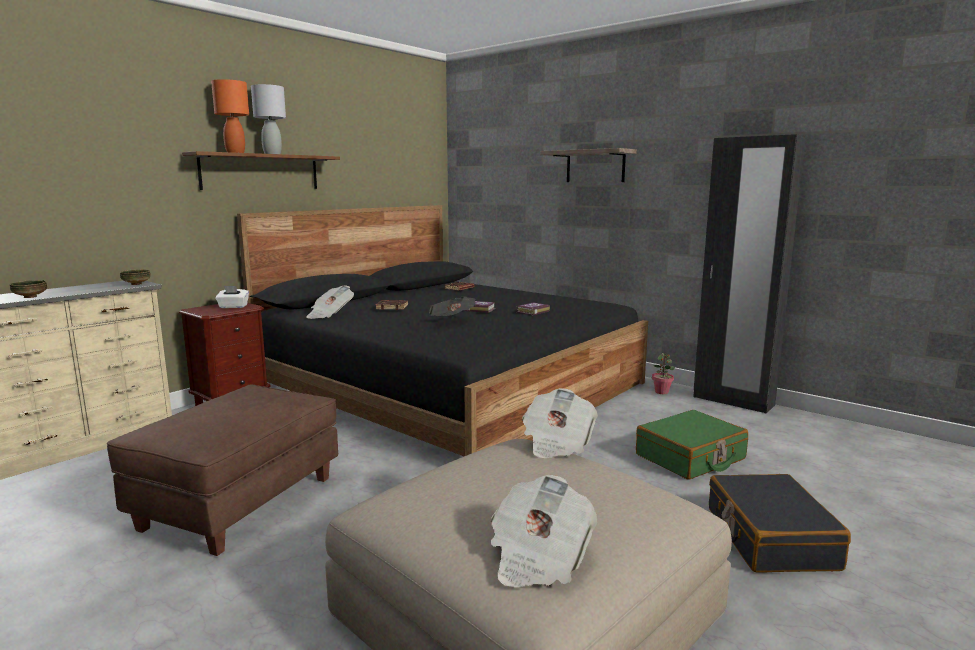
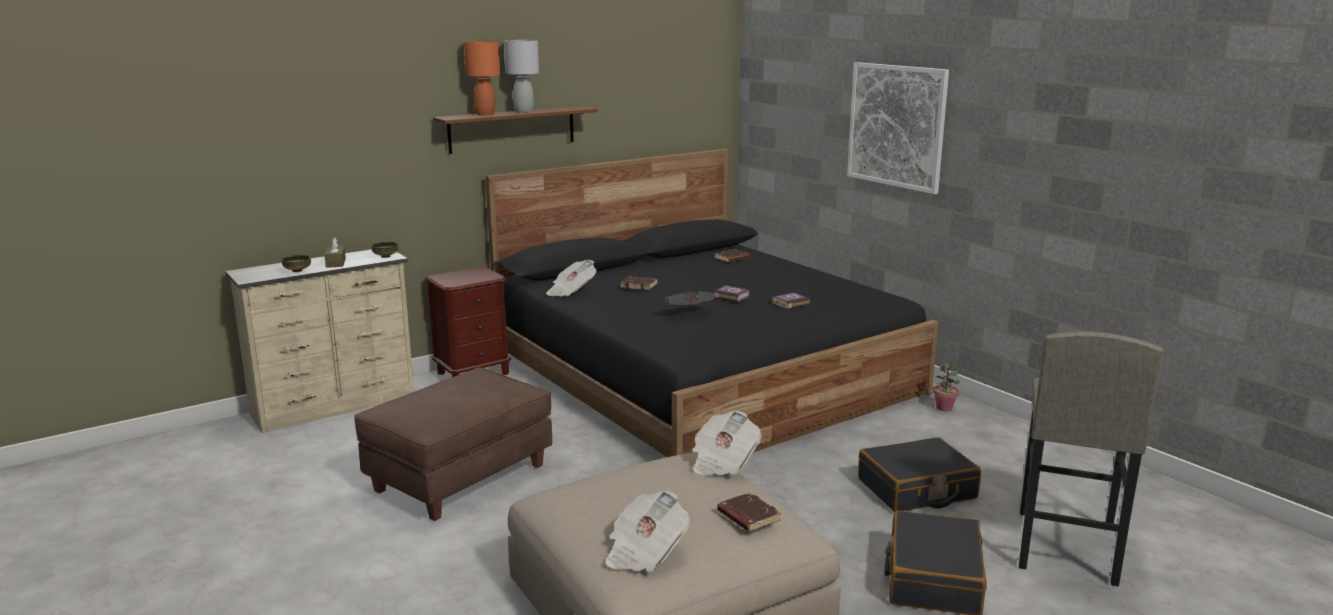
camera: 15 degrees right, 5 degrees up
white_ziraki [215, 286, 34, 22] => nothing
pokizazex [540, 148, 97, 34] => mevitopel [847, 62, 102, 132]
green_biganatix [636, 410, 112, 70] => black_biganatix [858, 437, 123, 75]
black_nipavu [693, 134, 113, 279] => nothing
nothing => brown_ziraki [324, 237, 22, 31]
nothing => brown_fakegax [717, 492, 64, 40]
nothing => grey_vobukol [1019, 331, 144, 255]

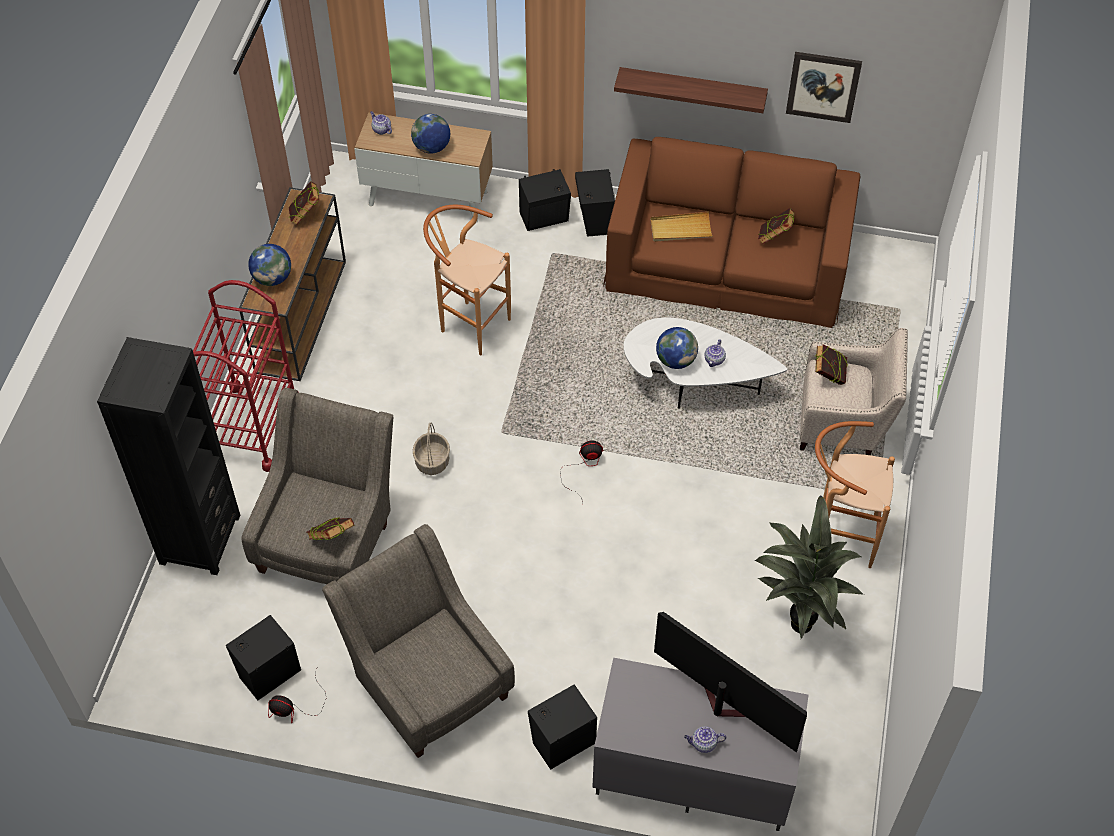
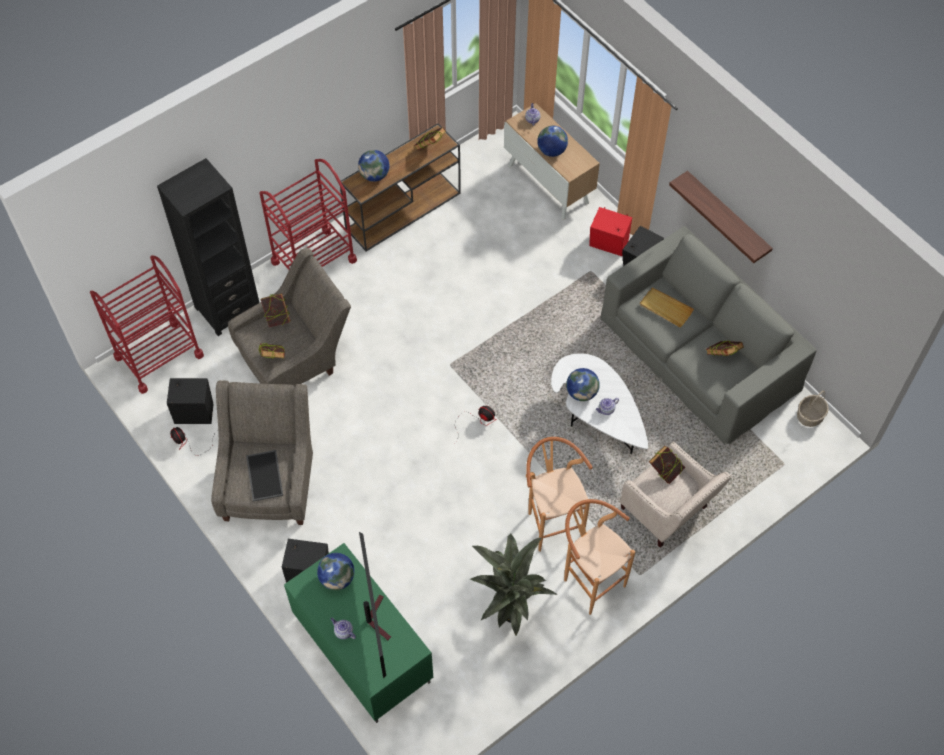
camera: 40 degrees right, 5 degrees up
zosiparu [413, 422, 37, 53] => zosiparu [797, 390, 32, 37], move
brown_vobukol [423, 205, 88, 151] => brown_vobukol [526, 437, 67, 115], move
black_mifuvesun [519, 169, 52, 62] => red_mifuvesun [589, 207, 43, 49]
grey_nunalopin [592, 658, 217, 173] => green_nunalopin [284, 543, 149, 180]
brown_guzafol [603, 137, 257, 191] => grey_guzafol [601, 226, 216, 219]
mevitopel [786, 52, 76, 71] => nothing
nothing => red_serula [90, 255, 114, 139]
nothing => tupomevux [246, 450, 37, 52]
nothing => fakegax [260, 293, 31, 34]
nothing => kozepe [317, 553, 38, 37]

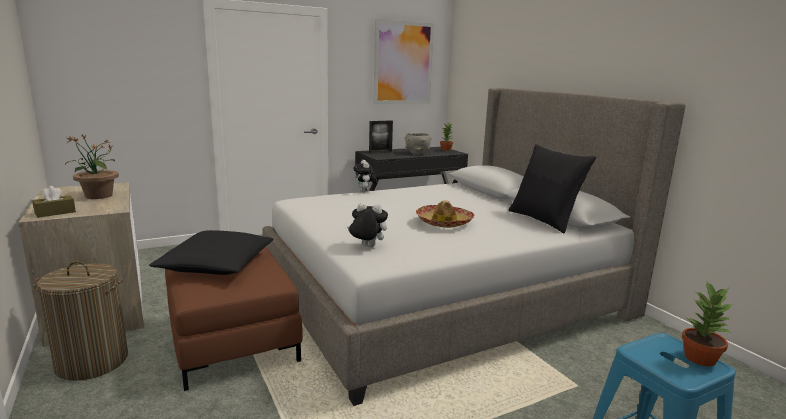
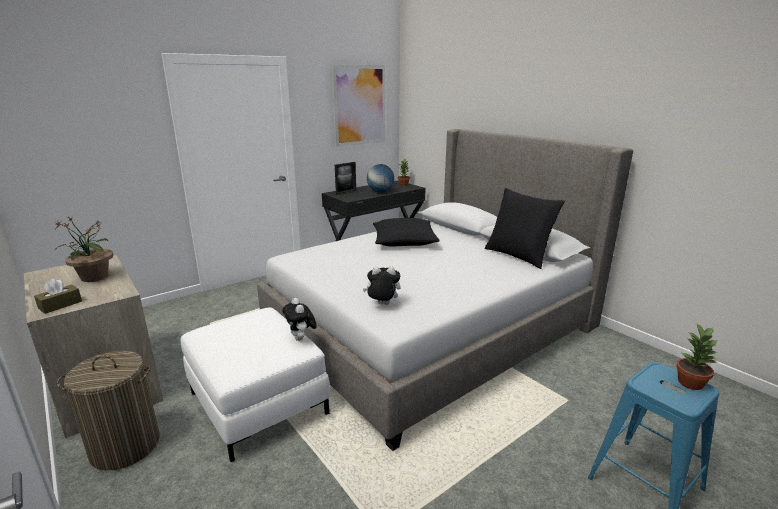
camera: 10 degrees left, 5 degrees up
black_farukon [149, 230, 125, 45] => black_farukon [373, 218, 66, 28], move
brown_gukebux [165, 247, 138, 144] => white_gukebux [181, 307, 149, 155]
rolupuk [353, 160, 24, 32] => rolupuk [282, 298, 35, 43], move
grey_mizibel [405, 133, 27, 22] => kozepe [367, 164, 27, 28]
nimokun [416, 200, 58, 28] => nothing

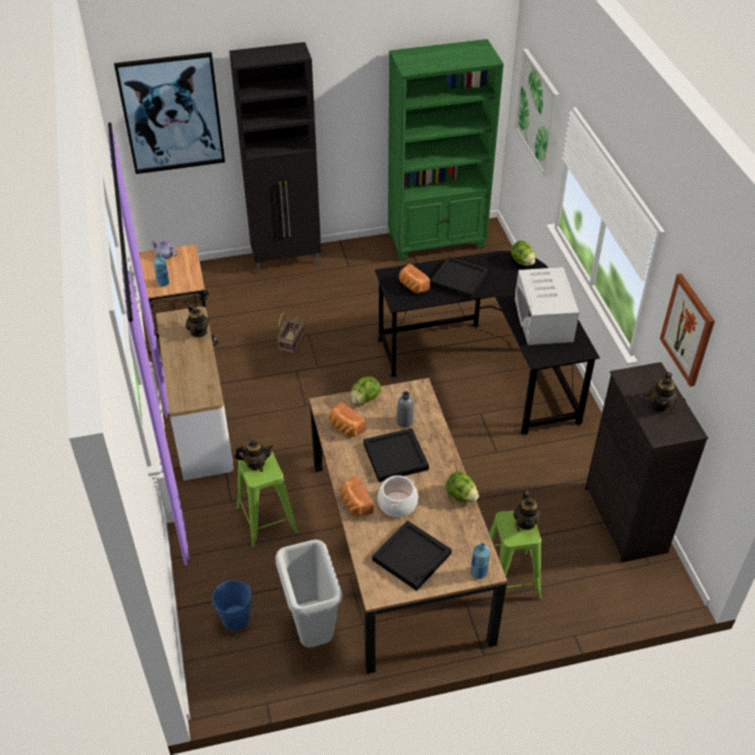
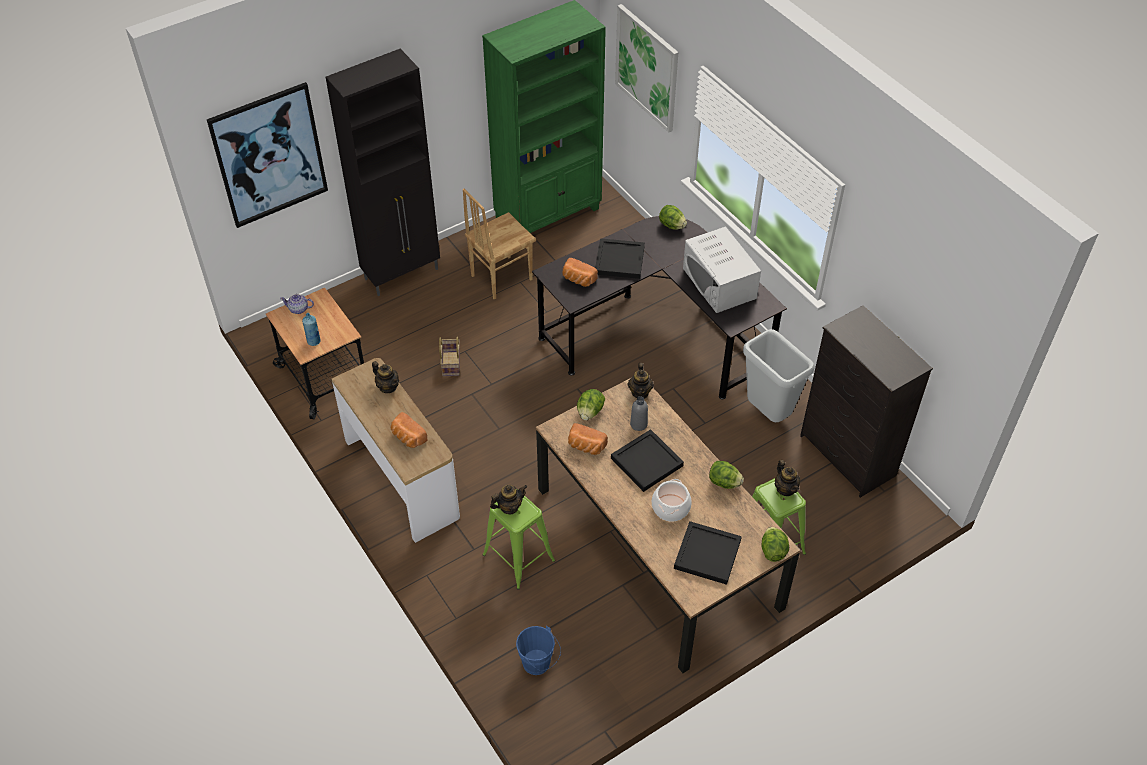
camera: 20 degrees left, 5 degrees up
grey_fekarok [275, 539, 68, 108] => grey_fekarok [743, 329, 72, 93], move
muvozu [340, 476, 34, 40] => muvozu [391, 412, 36, 36], move
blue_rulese [471, 543, 19, 36] => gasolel [761, 527, 28, 35]
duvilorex [649, 372, 29, 40] => duvilorex [627, 363, 27, 36], move
mevitopel [660, 273, 55, 114] => nothing
nothing => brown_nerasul [463, 189, 73, 111]

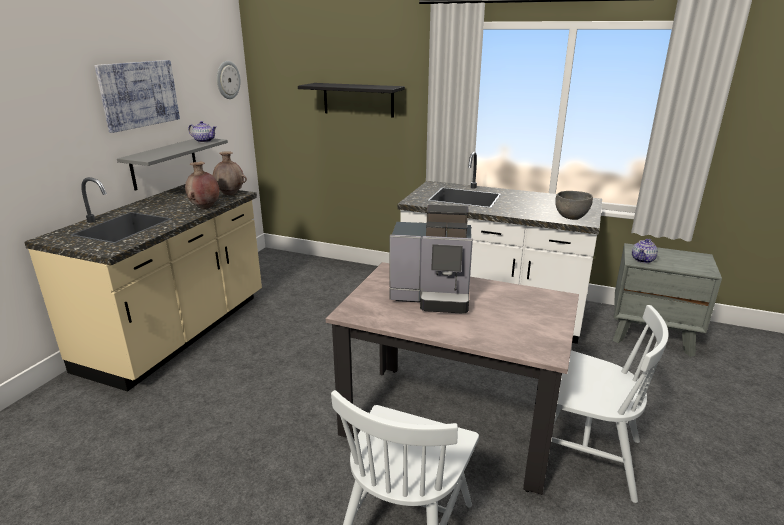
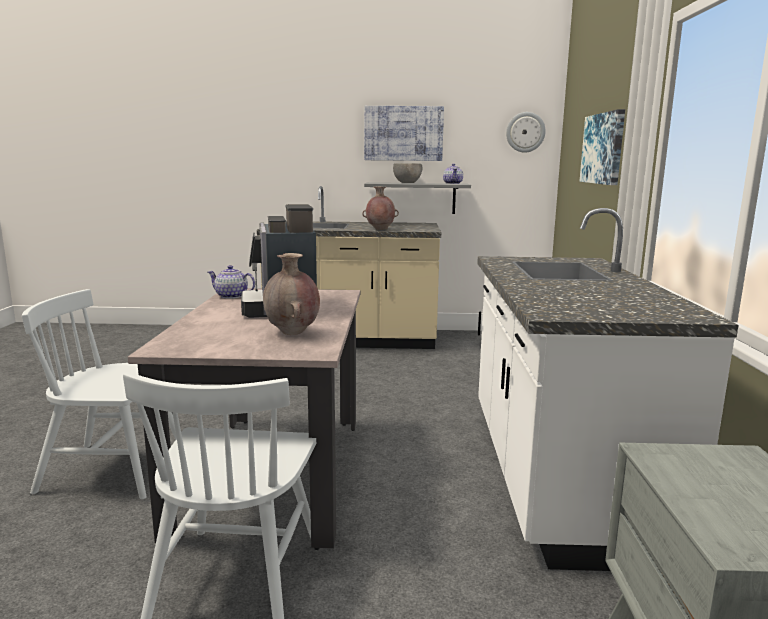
camera: 70 degrees right, 10 degrees down
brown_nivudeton [212, 151, 35, 44] => brown_nivudeton [263, 253, 57, 82], move
black_pokizazex [298, 83, 107, 34] => mevitopel [580, 109, 45, 76]
grey_mizibel [555, 191, 38, 29] => grey_mizibel [393, 163, 29, 20], move
duvilorex [632, 239, 26, 24] => duvilorex [208, 265, 47, 34], move

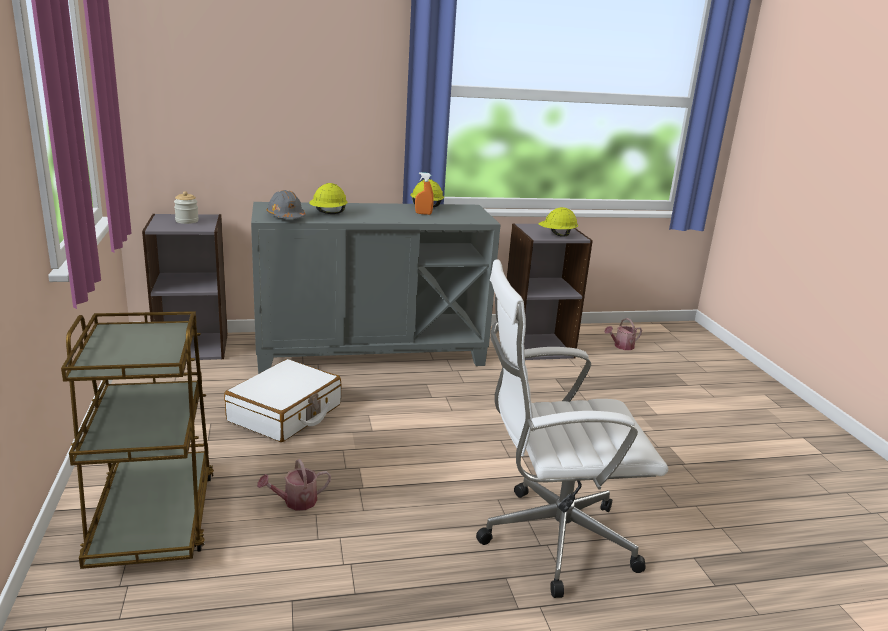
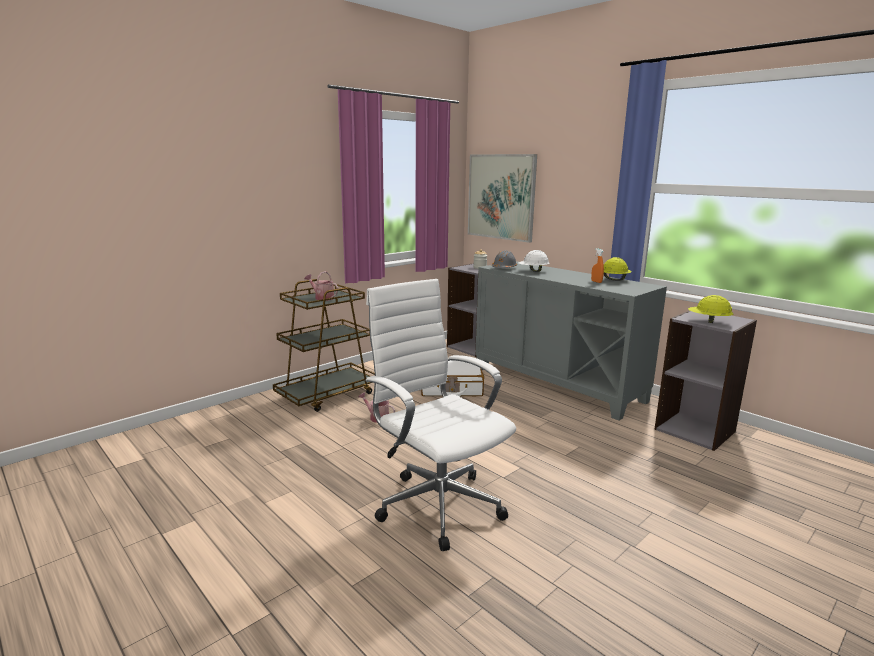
camera: 60 degrees right, 5 degrees down
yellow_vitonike [309, 183, 39, 31] => white_vitonike [519, 250, 31, 22]
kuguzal [604, 318, 38, 32] => kuguzal [305, 271, 33, 30], move
nothing => mevitopel [468, 154, 69, 89]

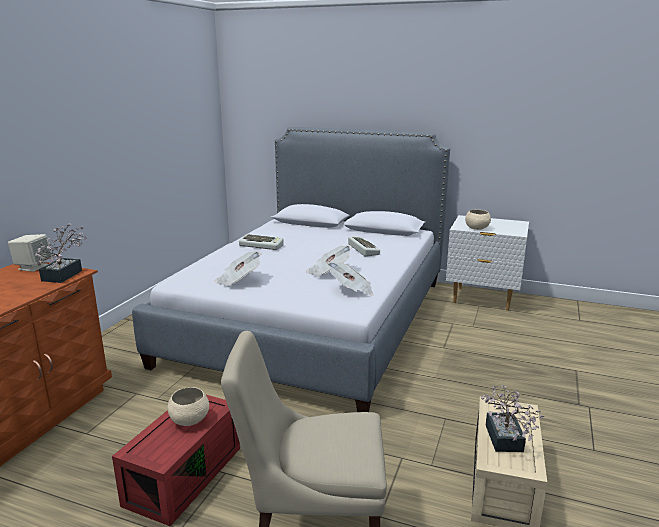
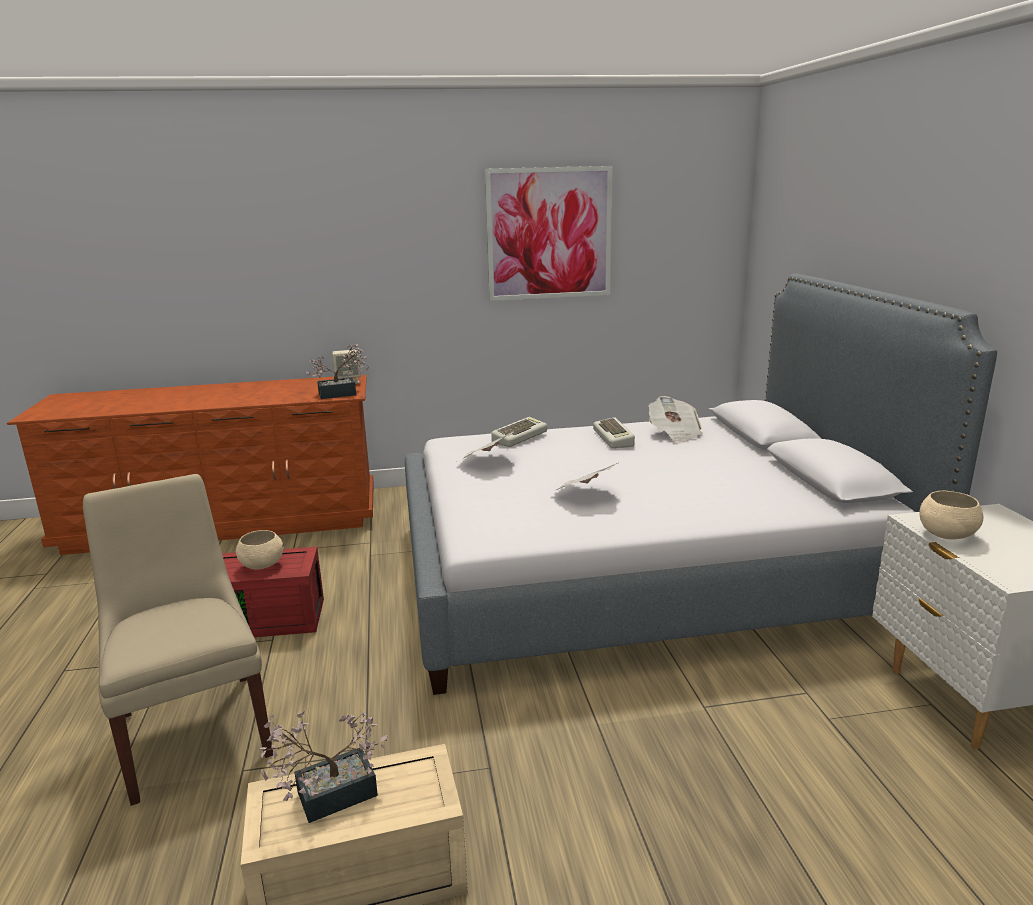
camera: 60 degrees right, 0 degrees up
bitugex [327, 262, 46, 33] => bitugex [648, 396, 55, 47], move
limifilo [348, 237, 32, 20] => limifilo [491, 417, 56, 30], move
nothing => mevitopel [485, 166, 127, 135]

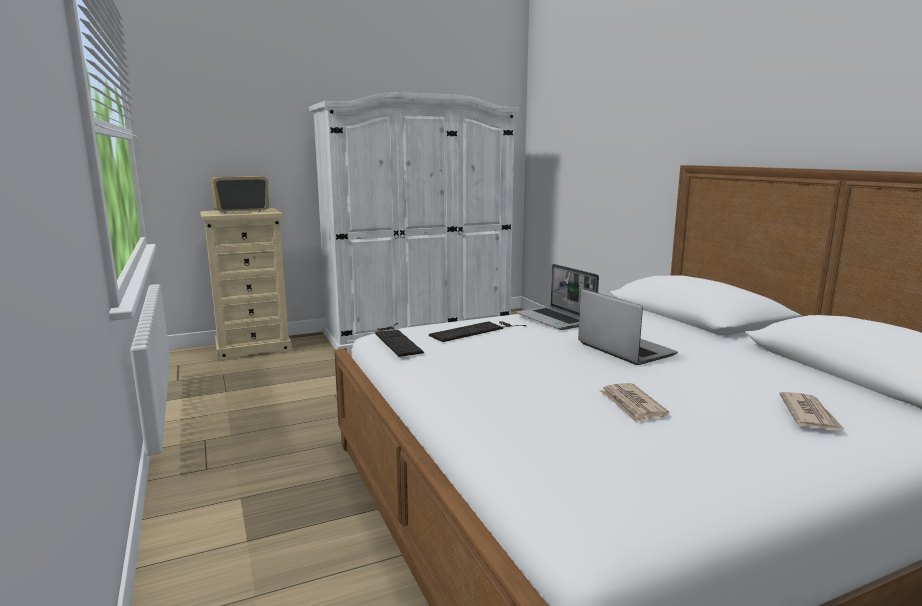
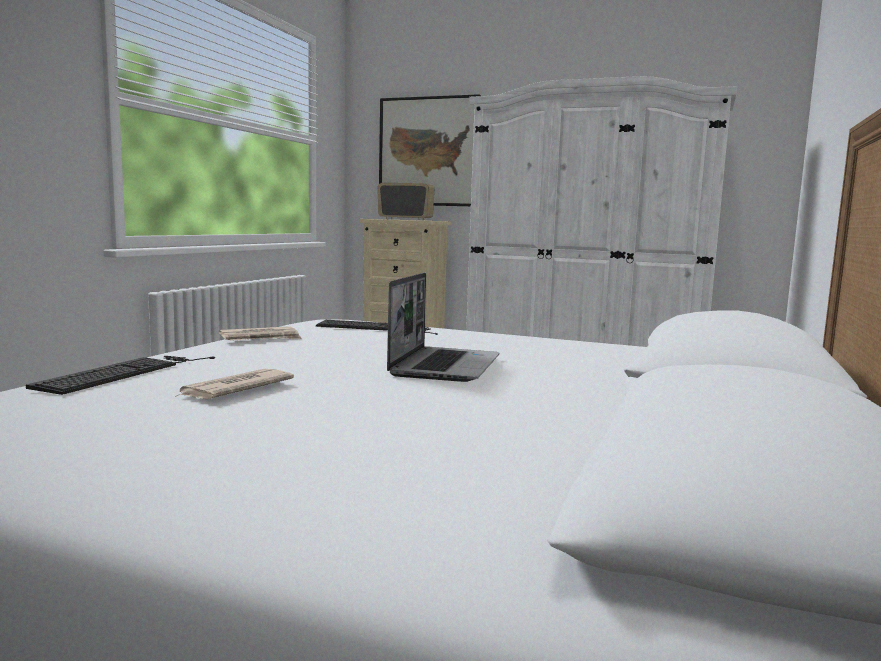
camera: 45 degrees right, 5 degrees down
limifilo [375, 323, 49, 34] => limifilo [26, 356, 189, 39], move
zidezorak [516, 264, 83, 66] => nothing
bitugex [779, 392, 65, 38] => bitugex [219, 326, 83, 15], move
nothing => mevitopel [379, 94, 102, 112]

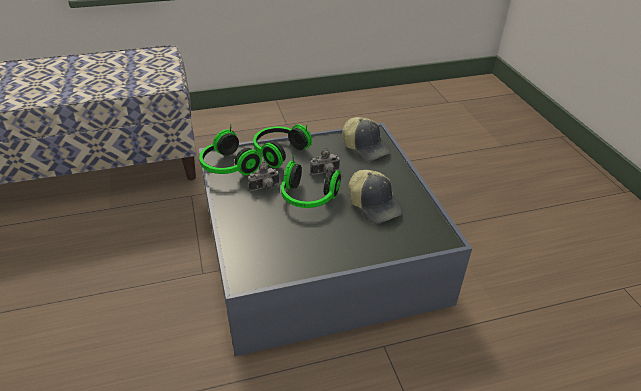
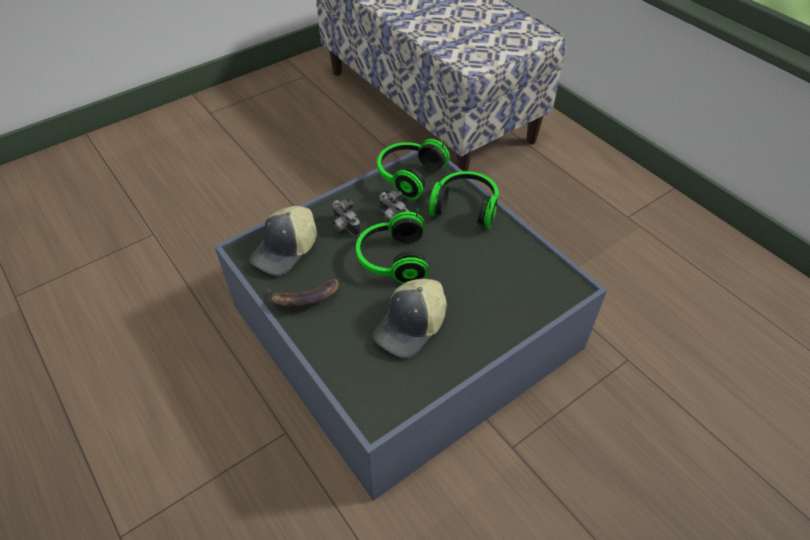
camera: 70 degrees right, 10 degrees up
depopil [310, 147, 30, 28] => depopil [332, 199, 29, 37], move
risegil [342, 117, 49, 45] => risegil [249, 206, 68, 70], move
nothing => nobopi [268, 279, 70, 28]

